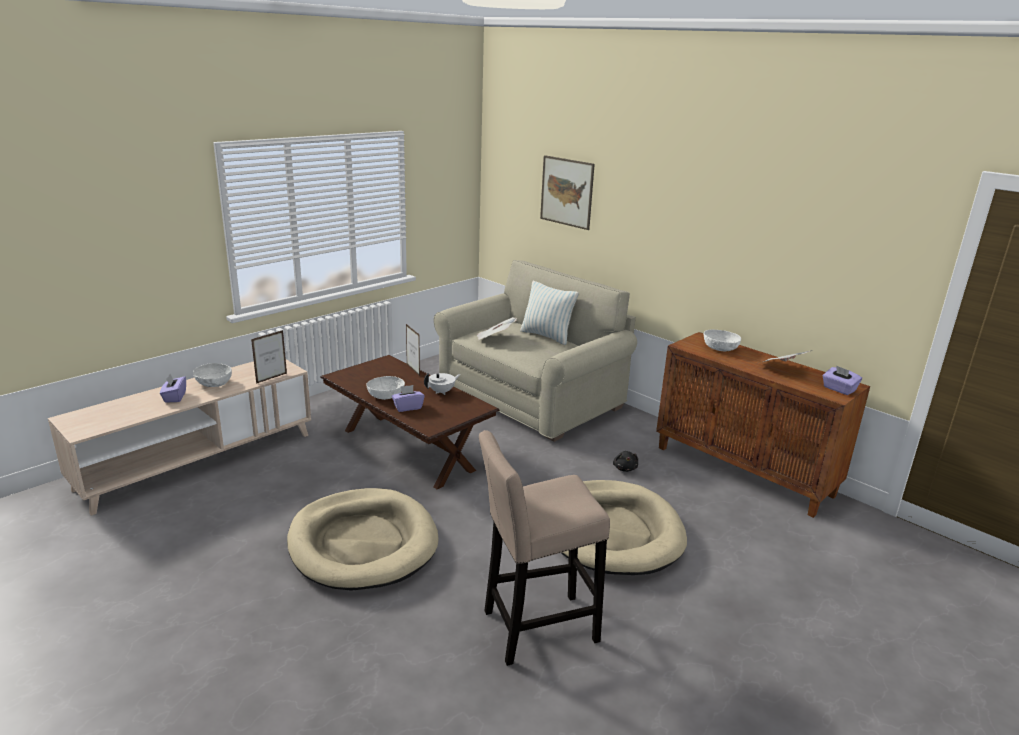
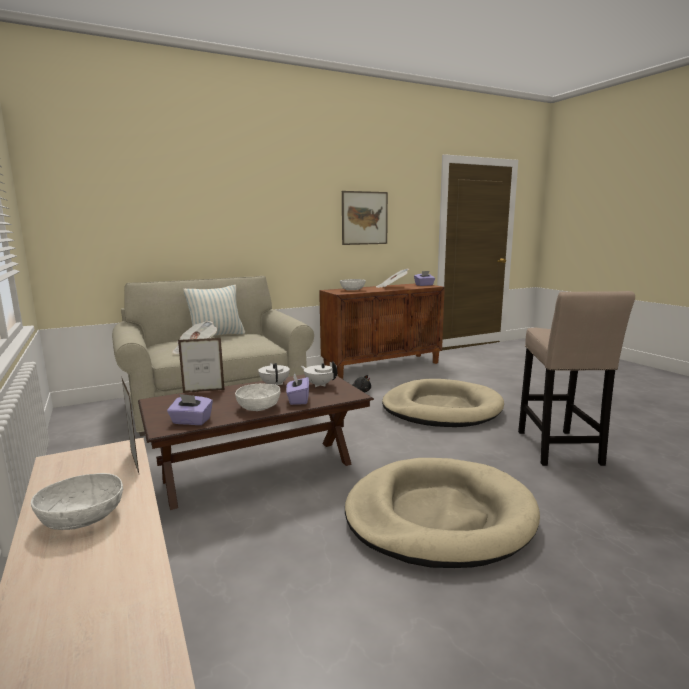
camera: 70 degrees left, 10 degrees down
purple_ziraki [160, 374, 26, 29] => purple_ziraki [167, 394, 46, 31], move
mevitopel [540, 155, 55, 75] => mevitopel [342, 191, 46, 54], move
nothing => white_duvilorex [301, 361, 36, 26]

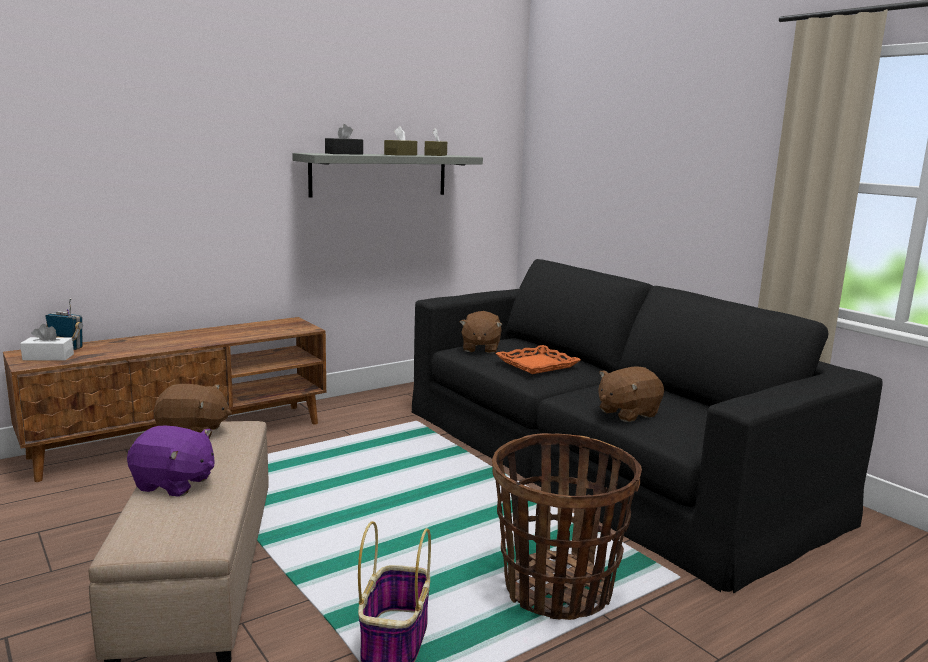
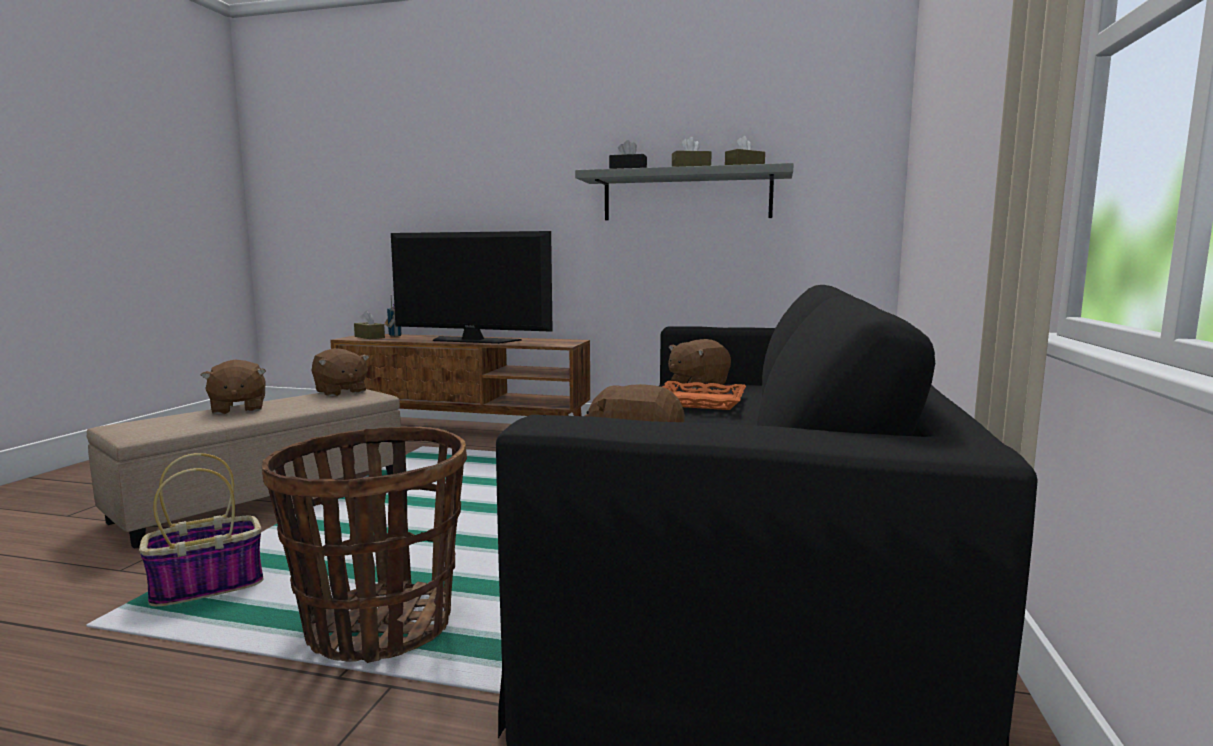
camera: 50 degrees right, 5 degrees down
white_ziraki [20, 324, 54, 37] => brown_ziraki [354, 311, 31, 28]
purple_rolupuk [127, 426, 88, 71] => brown_rolupuk [201, 360, 65, 55]
nothing => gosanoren [391, 231, 162, 113]

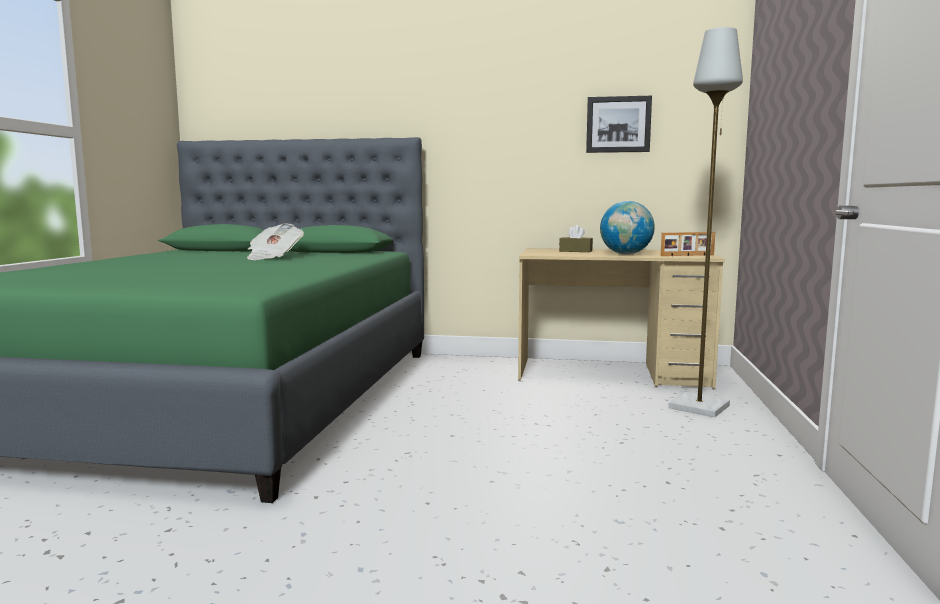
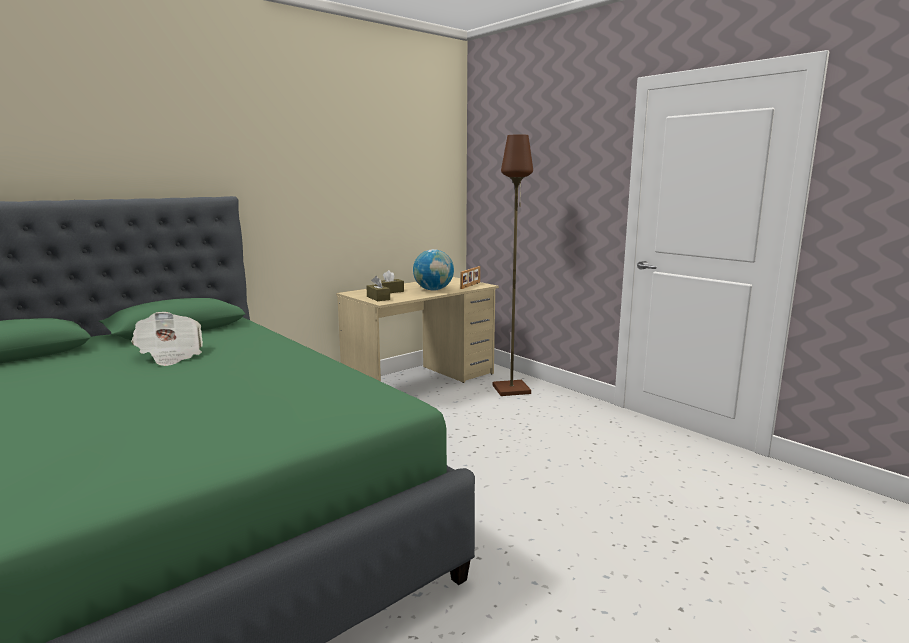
camera: 50 degrees left, 5 degrees up
mevitopel [586, 96, 66, 57] => nothing
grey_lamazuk [669, 27, 74, 390] => brown_lamazuk [493, 134, 40, 262]
nothing => brown_ziraki [366, 276, 24, 25]

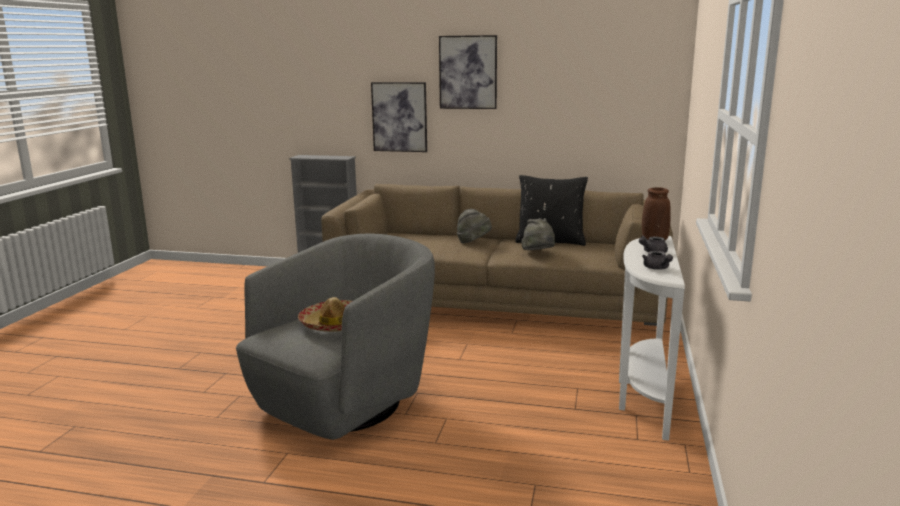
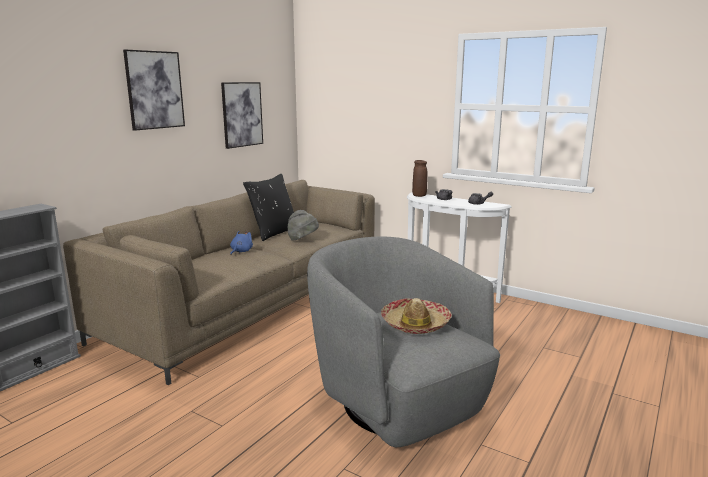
camera: 70 degrees left, 0 degrees up
mevitopel [371, 82, 56, 70] => mevitopel [221, 82, 42, 67], move
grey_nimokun [457, 209, 35, 34] => blue_rolupuk [230, 231, 23, 24]

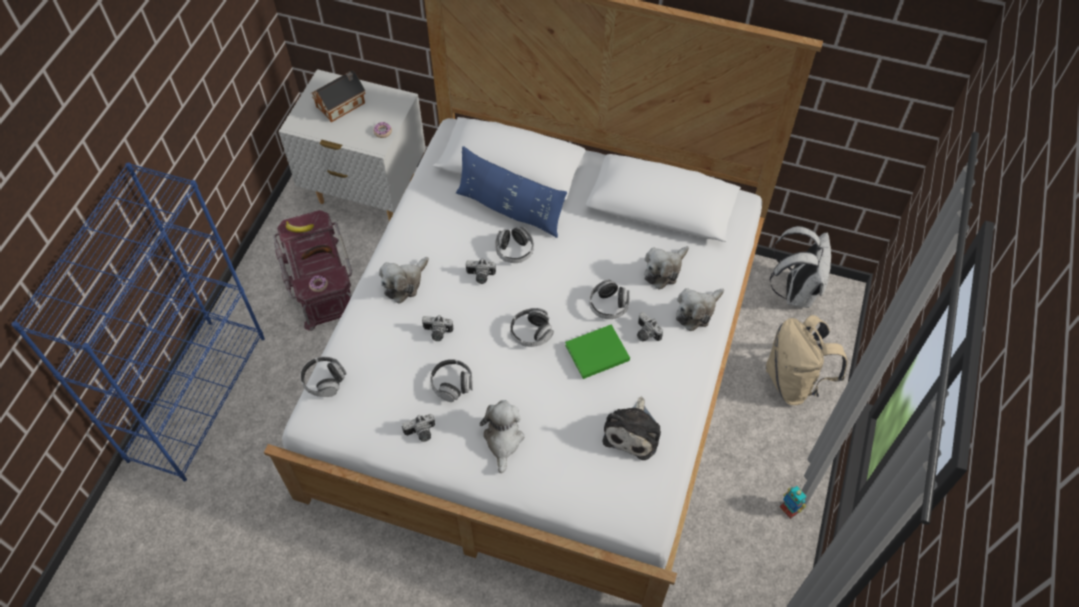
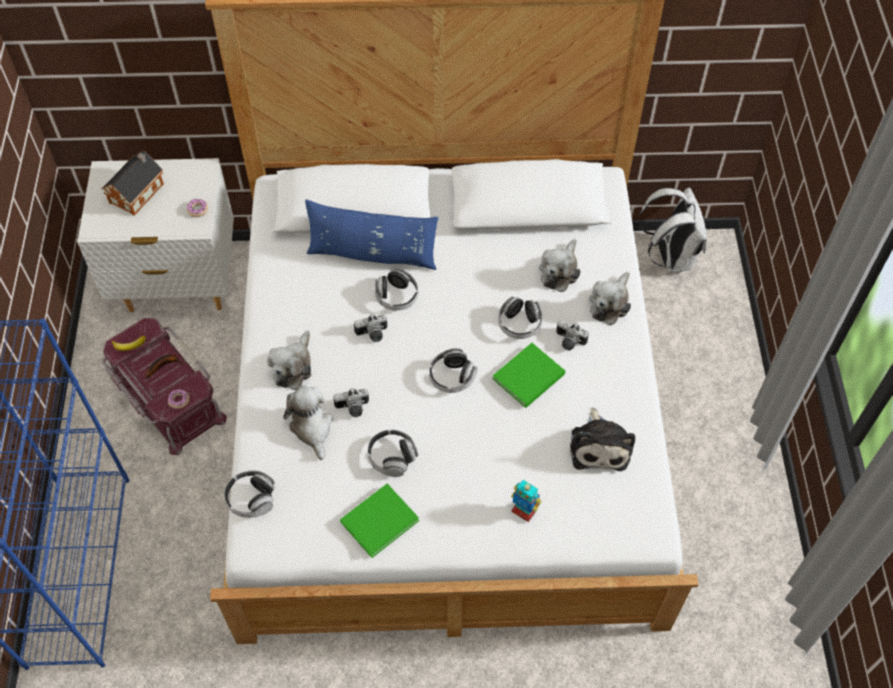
camera: 20 degrees left, 0 degrees up
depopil [402, 414, 33, 28] => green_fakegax [340, 484, 79, 74]
rolupuk [480, 400, 44, 73] => rolupuk [283, 385, 50, 75], move
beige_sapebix [766, 315, 82, 90] => nothing
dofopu [779, 486, 28, 33] => dofopu [511, 480, 31, 42], move

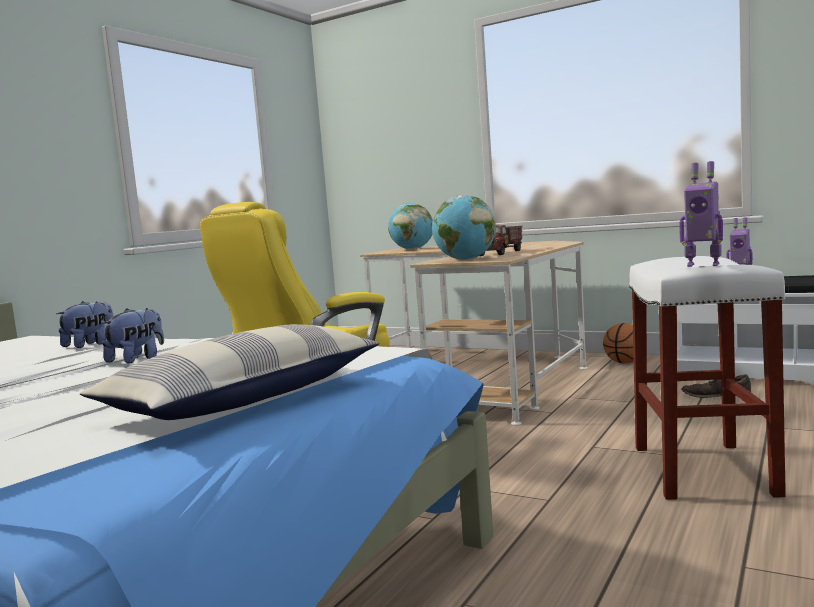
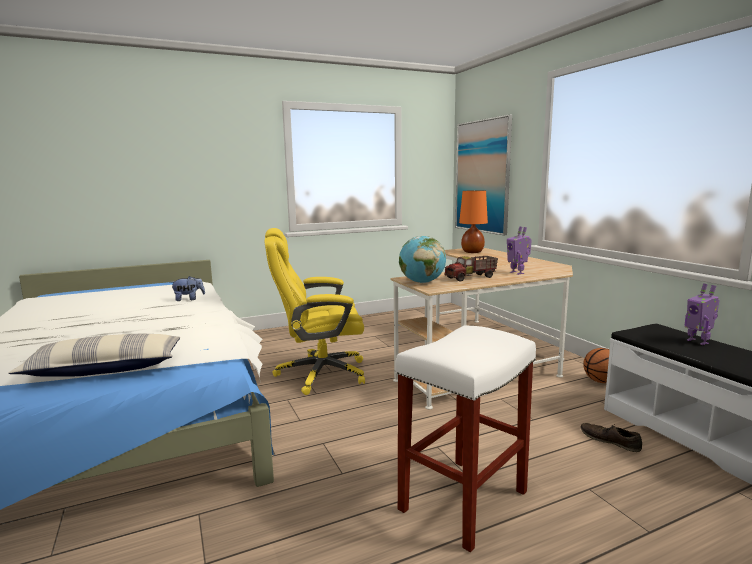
camera: 35 degrees right, 5 degrees up
rolupuk [102, 308, 62, 56] => nothing
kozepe [388, 204, 45, 46] => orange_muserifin [459, 190, 29, 63]
dofopu [679, 161, 44, 106] => dofopu [507, 226, 25, 49], move
nothing => mevitopel [455, 114, 57, 121]

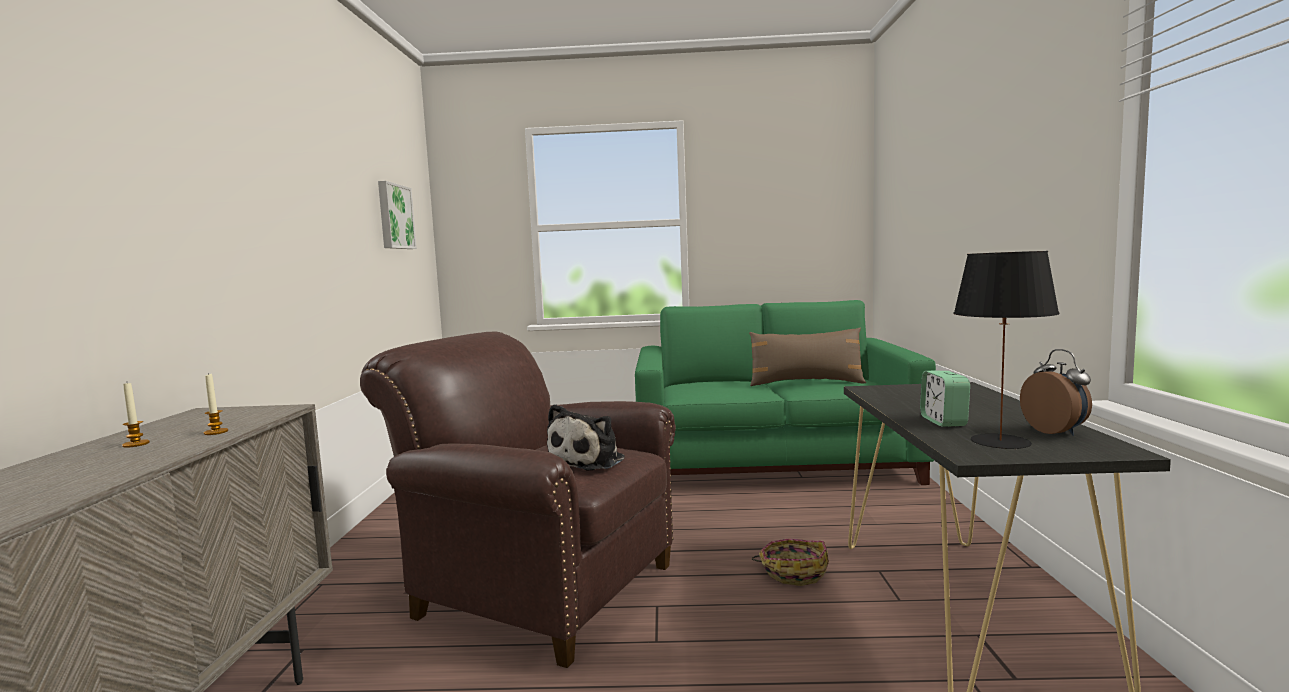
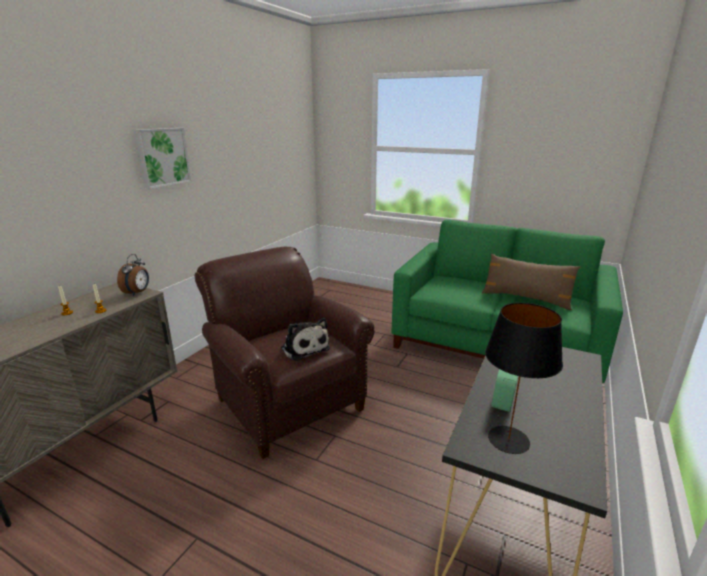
camera: 25 degrees right, 15 degrees up
mevitopel [378, 181, 39, 68] => mevitopel [134, 128, 57, 61], move
rolupuk [547, 404, 78, 66] => rolupuk [281, 318, 49, 43], 90 degrees counterclockwise
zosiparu [752, 538, 77, 48] => nothing
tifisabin [1020, 349, 72, 87] => tifisabin [117, 254, 32, 42], move

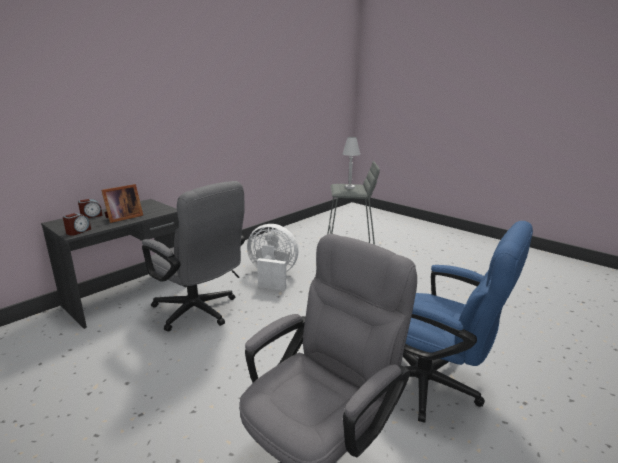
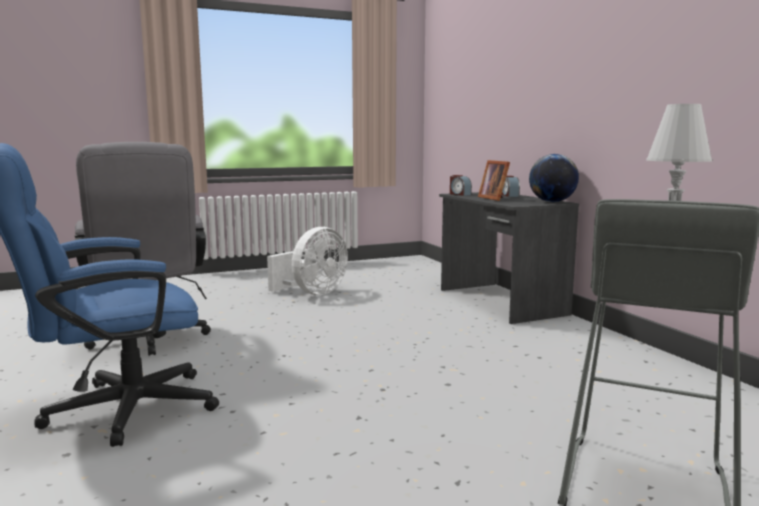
camera: 115 degrees right, 10 degrees down
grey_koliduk [142, 181, 103, 150] => nothing
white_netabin [247, 224, 51, 67] => white_netabin [267, 227, 81, 68], move
nothing => kozepe [529, 154, 50, 48]

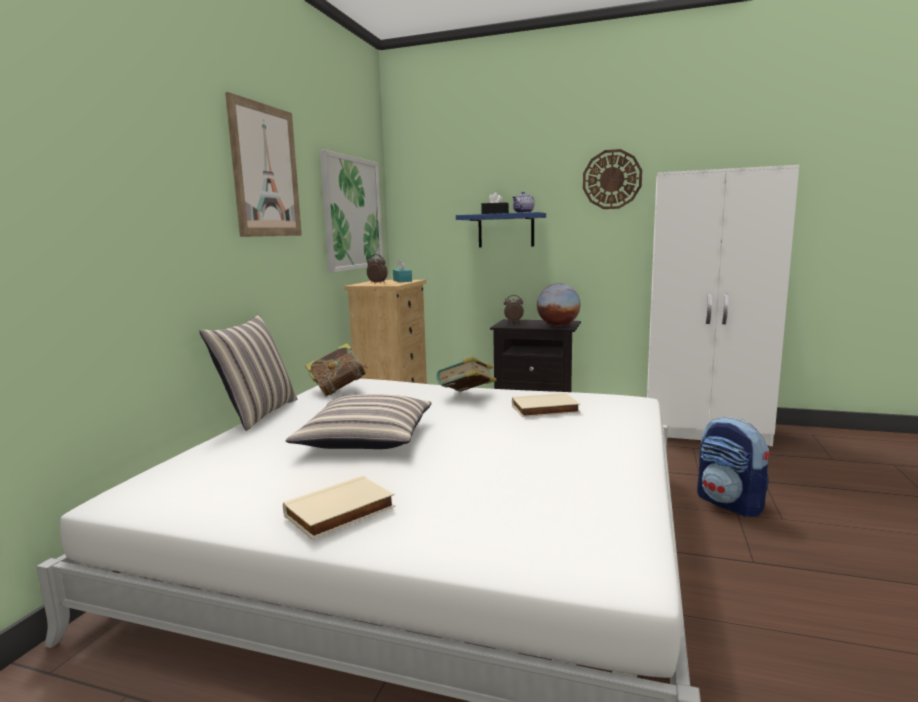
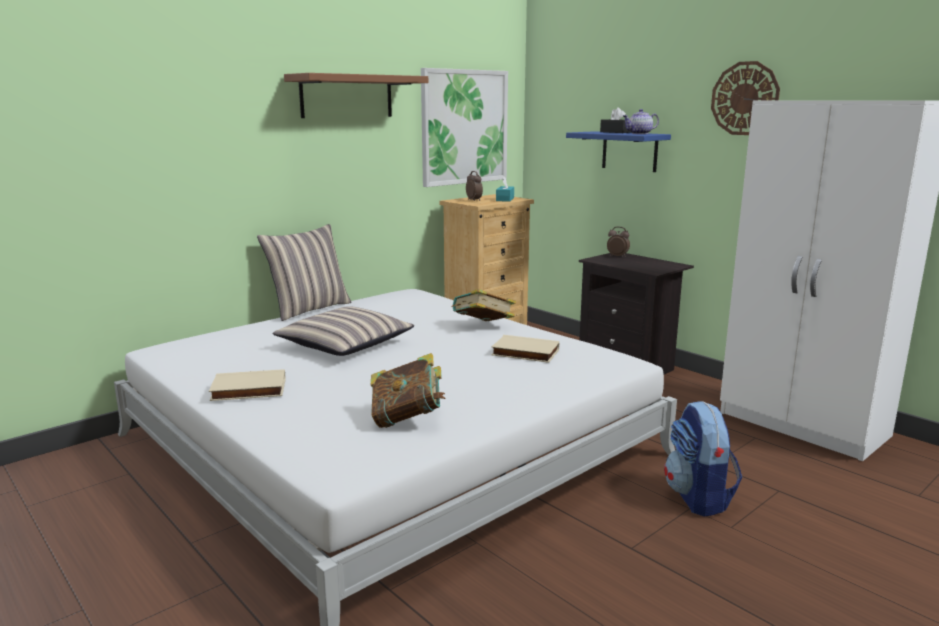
camera: 30 degrees right, 5 degrees up
mevitopel [225, 92, 77, 145] => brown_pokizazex [284, 73, 144, 45]
fakegax [305, 343, 63, 53] => fakegax [371, 353, 75, 75], move
kozepe [537, 283, 43, 43] => nothing

